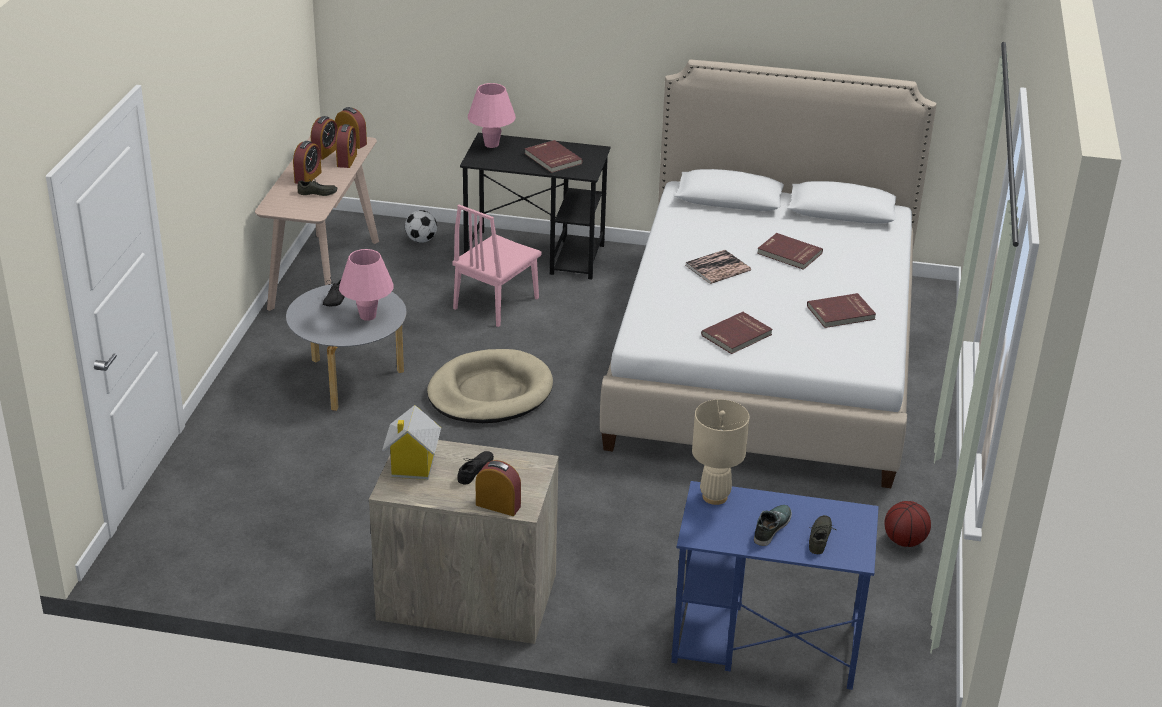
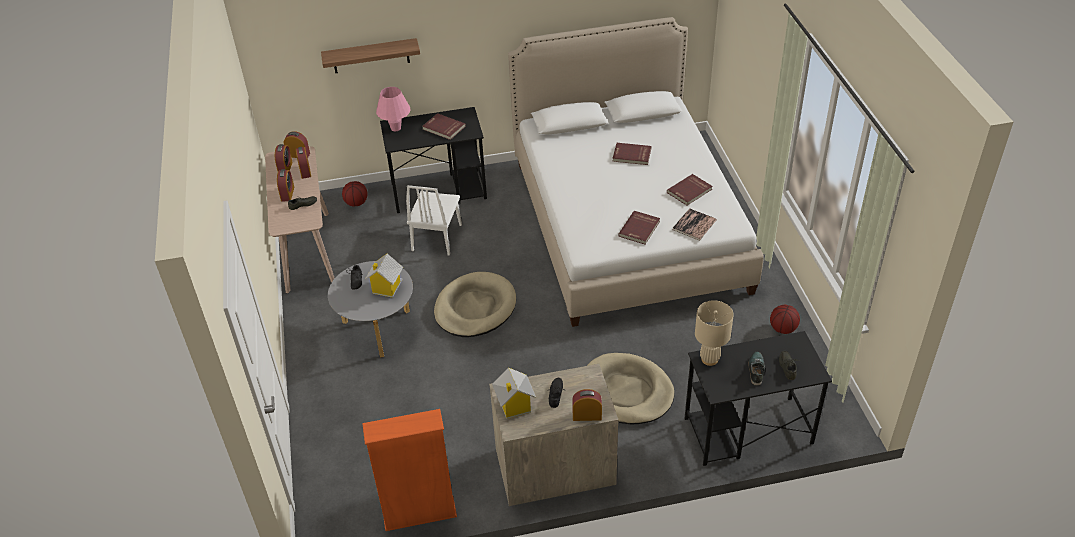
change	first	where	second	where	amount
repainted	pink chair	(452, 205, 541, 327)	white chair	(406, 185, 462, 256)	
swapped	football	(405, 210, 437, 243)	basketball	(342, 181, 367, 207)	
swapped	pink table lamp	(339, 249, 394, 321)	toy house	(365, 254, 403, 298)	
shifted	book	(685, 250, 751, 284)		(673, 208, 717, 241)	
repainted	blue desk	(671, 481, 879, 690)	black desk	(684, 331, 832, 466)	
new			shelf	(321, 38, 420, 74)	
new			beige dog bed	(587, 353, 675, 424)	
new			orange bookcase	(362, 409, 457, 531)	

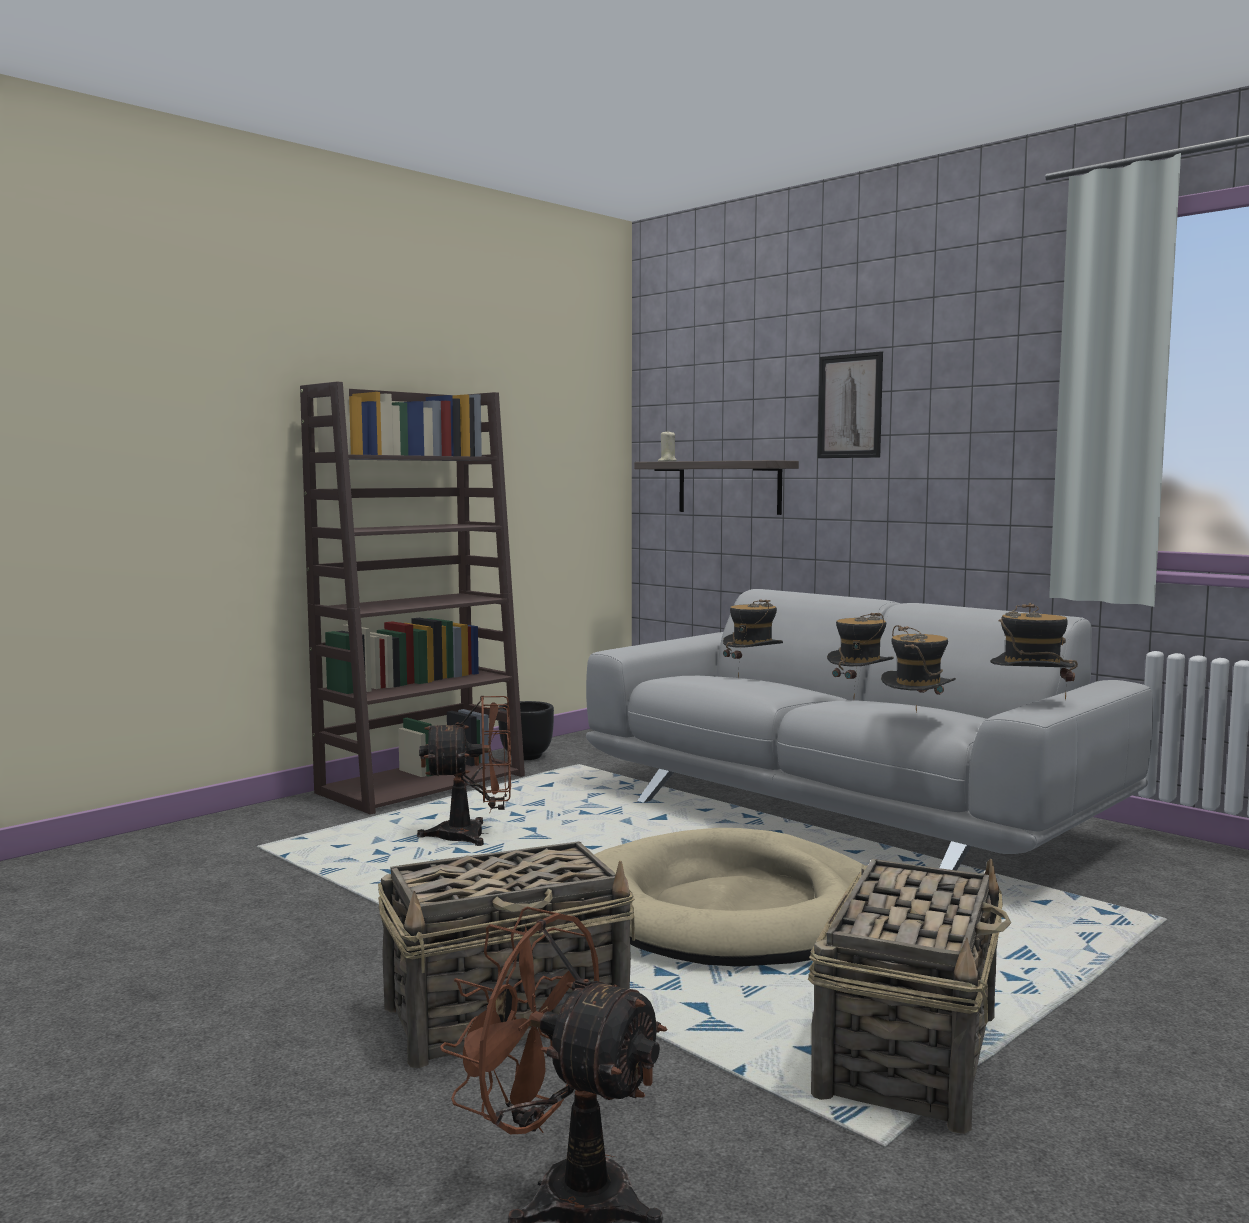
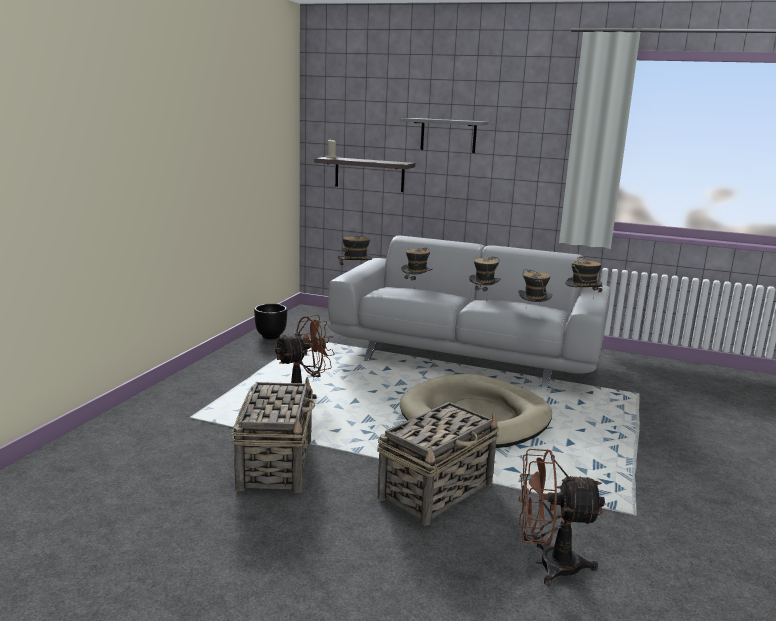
change	first	where	second	where	amount
swapped	picture	(818, 351, 883, 458)	grey shelf	(401, 118, 489, 153)	
gone	brown bookcase	(300, 382, 525, 815)			
shifted	basket	(808, 859, 1011, 1134)		(231, 377, 316, 493)	
new			hat	(338, 235, 373, 276)	

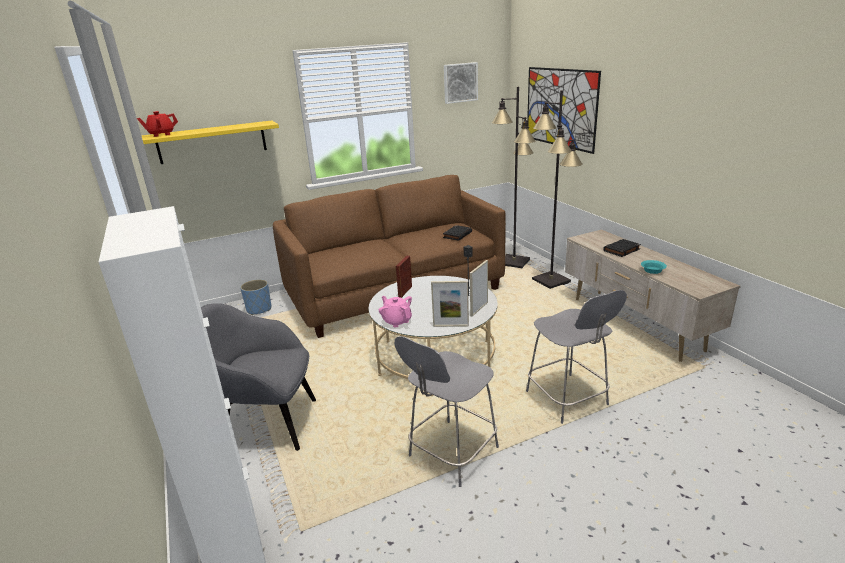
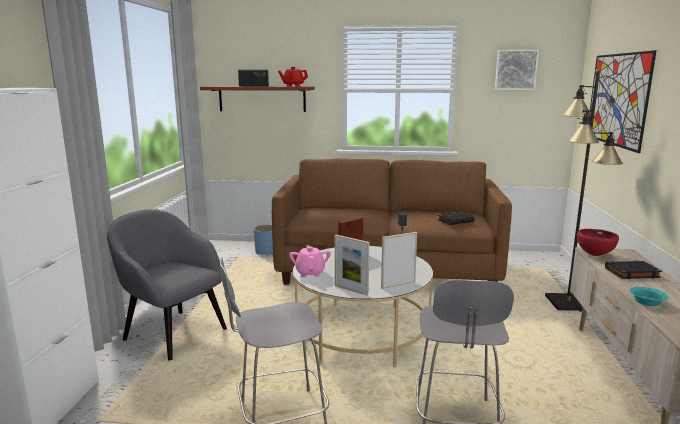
change	first	where	second	where	amount
gone	black floor lamp	(491, 87, 535, 268)			
shifted	red teapot	(137, 111, 178, 137)		(278, 67, 308, 87)	
repainted	yellow shelf	(141, 120, 279, 164)	brown shelf	(200, 86, 315, 112)	
new			radio	(238, 70, 269, 86)	
new			red bowl	(577, 229, 619, 256)	

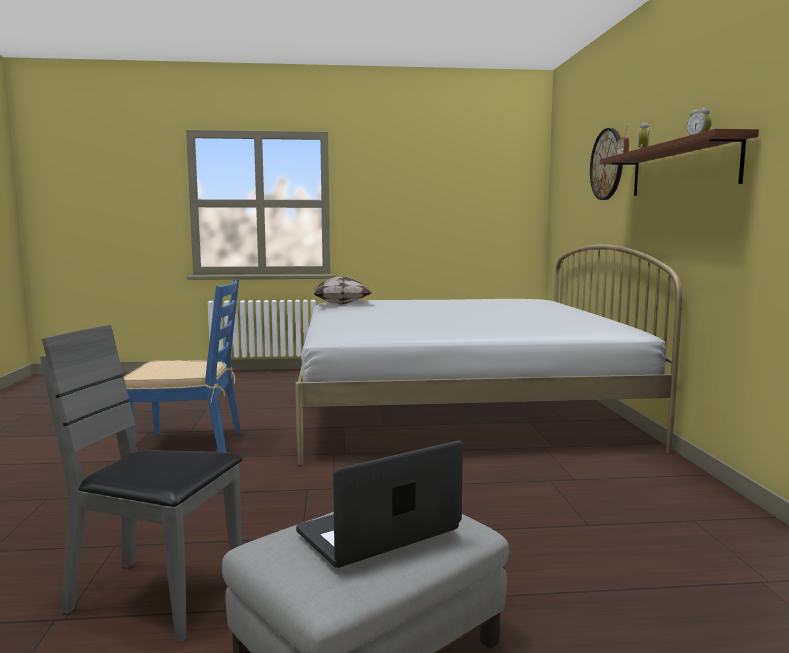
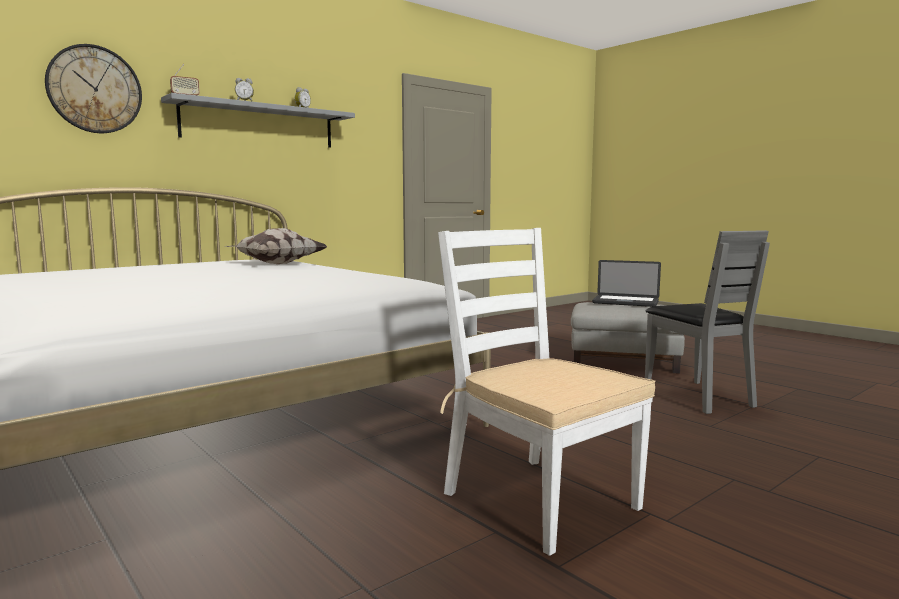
change	first	where	second	where	amount
repainted	brown shelf	(600, 129, 759, 196)	grey shelf	(161, 93, 355, 148)	
shifted	pillow	(313, 276, 372, 305)		(224, 228, 328, 264)	
repainted	blue chair	(124, 279, 241, 452)	white chair	(438, 228, 655, 556)	

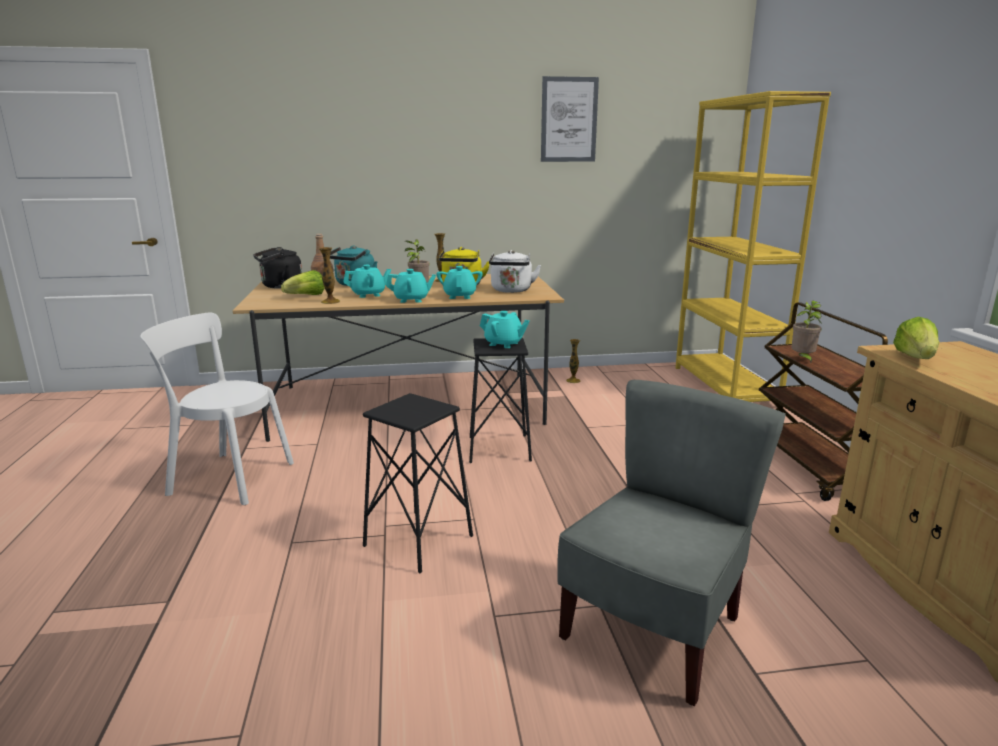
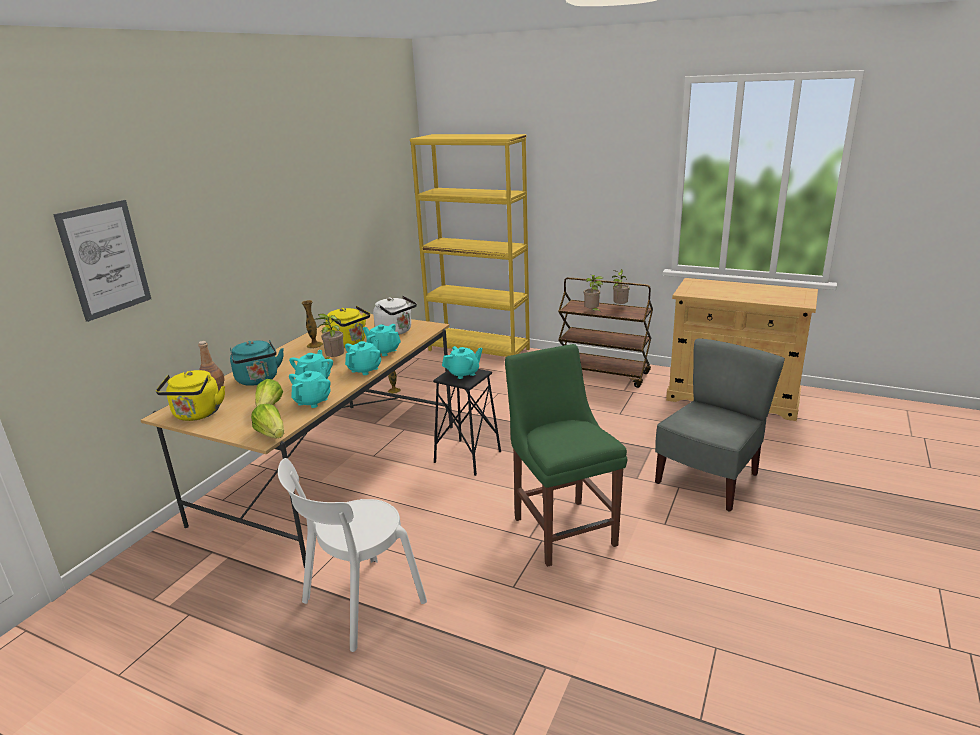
change	first	where	second	where	amount
shifted	picture	(541, 76, 599, 162)		(53, 200, 151, 322)	
repainted	black kettle	(253, 247, 302, 289)	yellow kettle	(156, 370, 225, 421)	
swapped	vase	(319, 247, 340, 304)	turquoise teapot	(289, 367, 331, 408)	
shifted	lettuce	(893, 317, 940, 359)		(251, 404, 284, 439)	
rotated	grey chair	(557, 380, 786, 706)		(655, 338, 785, 512)	60 degrees clockwise
swapped	black stool	(363, 393, 473, 573)	green chair	(505, 344, 627, 567)	
new			potted plant	(612, 269, 630, 305)	

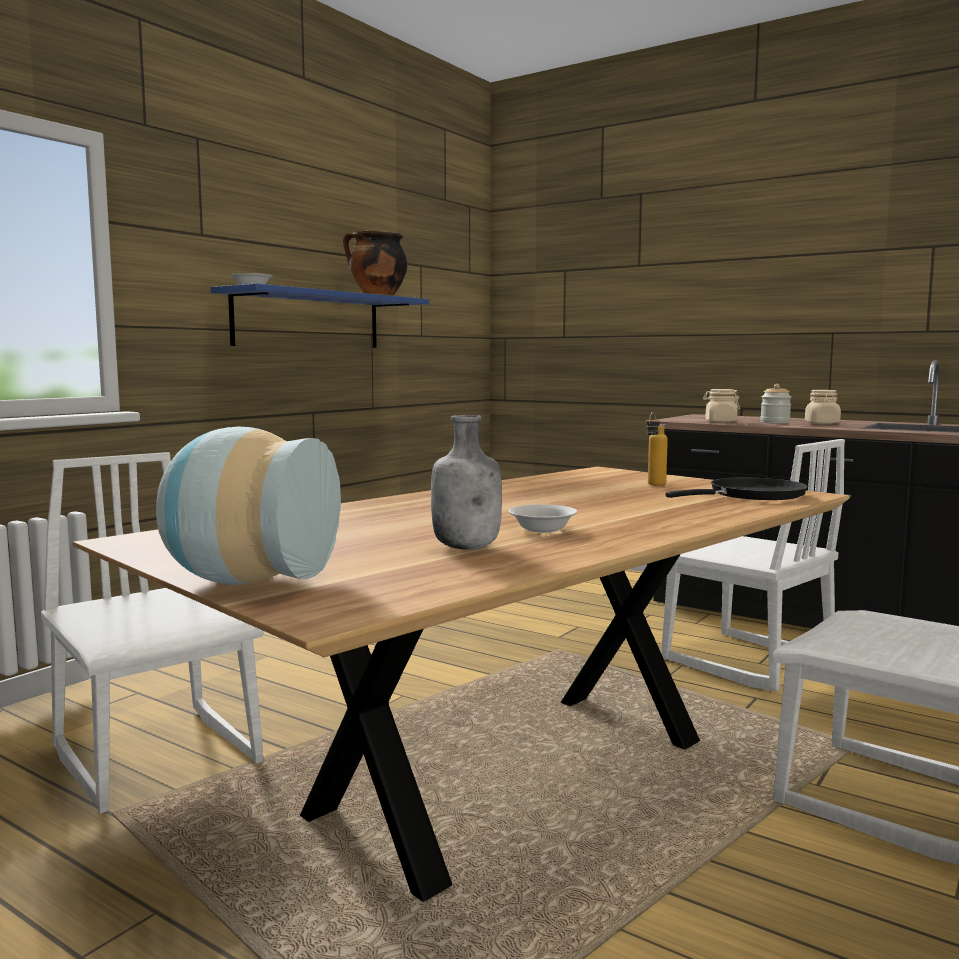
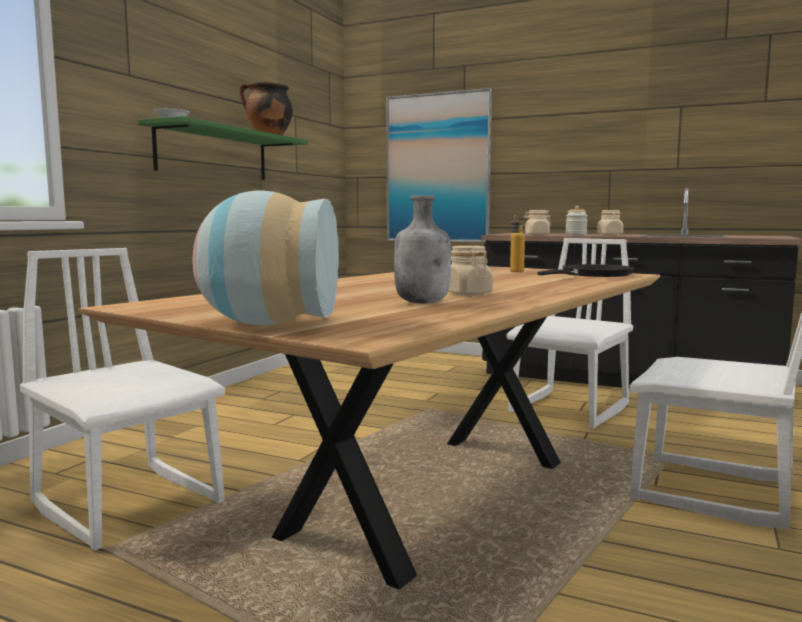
change	first	where	second	where	amount
repainted	blue shelf	(211, 283, 429, 348)	green shelf	(138, 116, 308, 180)	
rotated	white chair	(661, 439, 845, 691)		(507, 238, 633, 429)	90 degrees counterclockwise
swapped	white bowl	(509, 504, 578, 533)	beige jar	(448, 246, 493, 295)	
new			picture	(386, 88, 492, 243)	

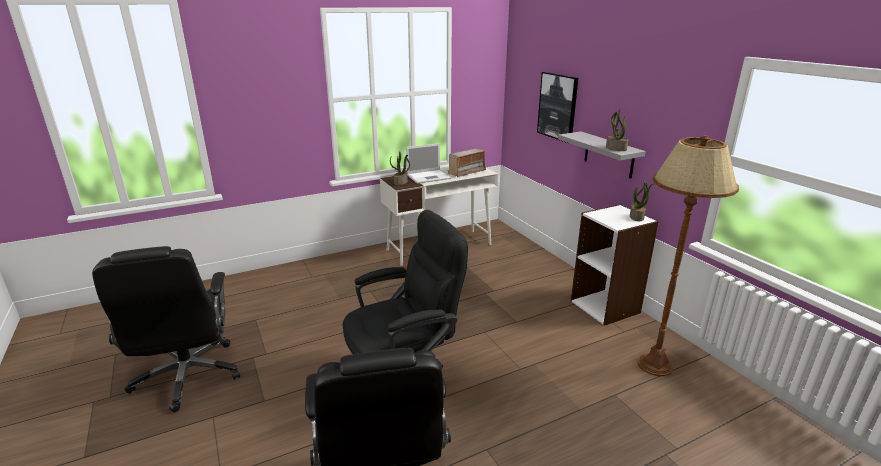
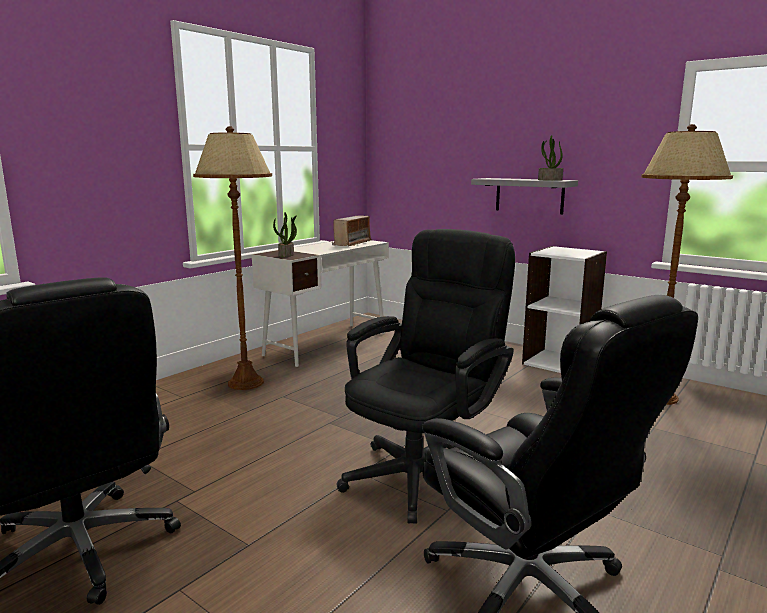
change	first	where	second	where	amount
gone	picture	(537, 72, 578, 143)			
gone	laptop	(406, 143, 451, 184)			
gone	potted plant	(630, 180, 654, 221)			
new			brown floor lamp	(193, 126, 272, 390)	

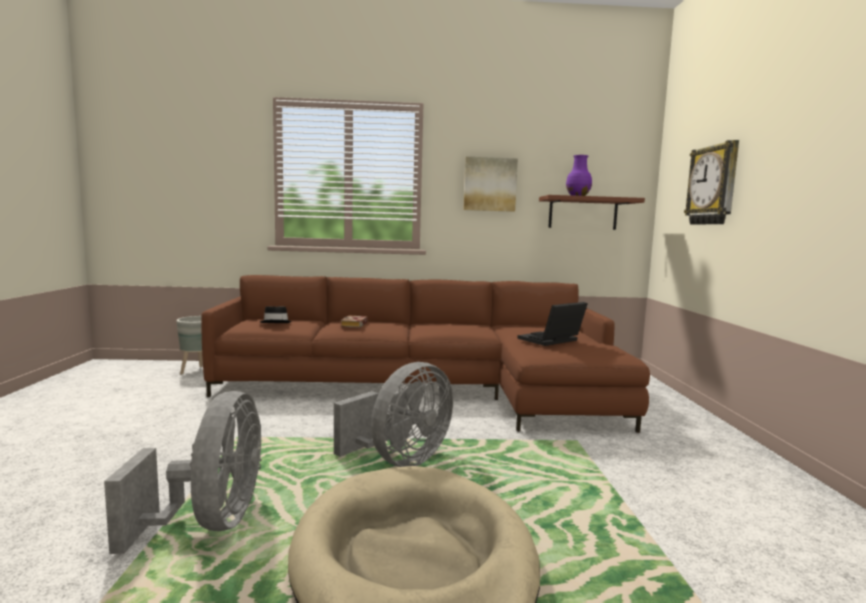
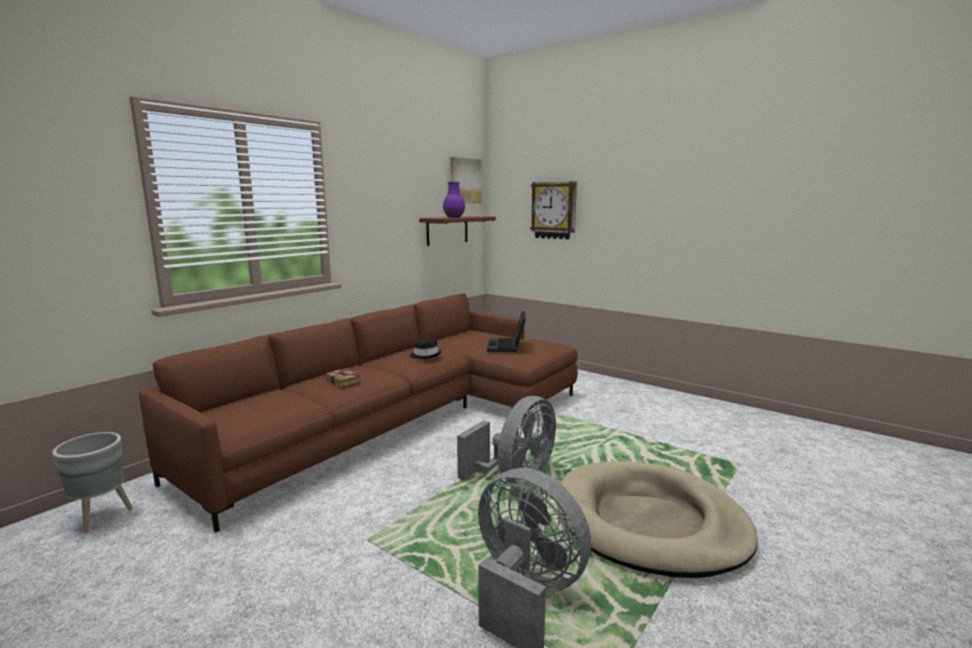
change	first	where	second	where	amount
shifted	picture	(463, 157, 518, 212)		(450, 157, 482, 204)	
shifted	black hat	(260, 306, 292, 323)		(410, 339, 442, 359)	
rotated	grey fan	(334, 362, 453, 467)		(457, 396, 556, 486)	45 degrees clockwise

